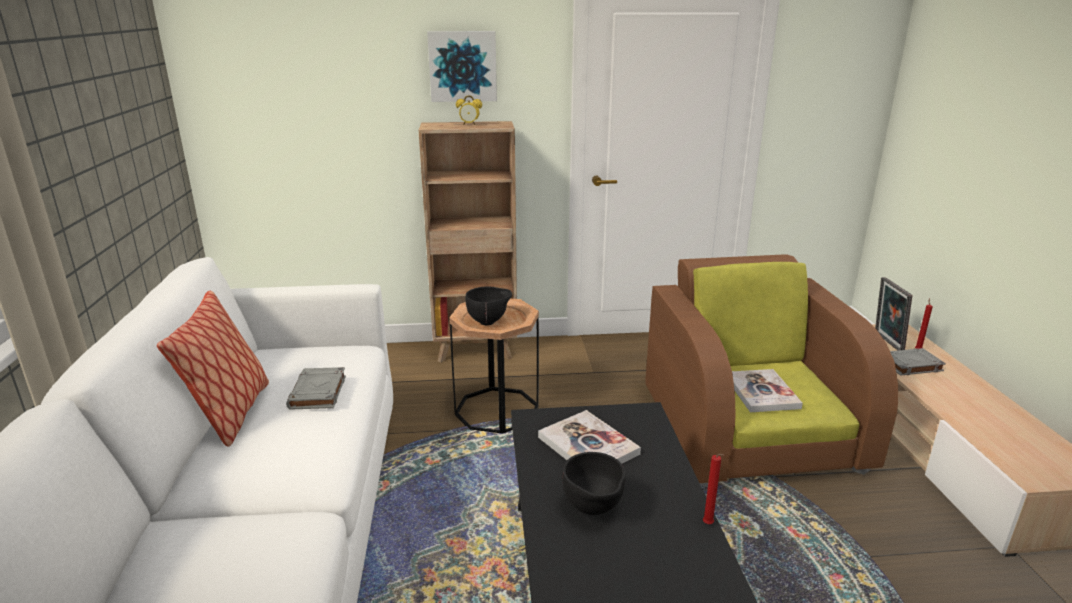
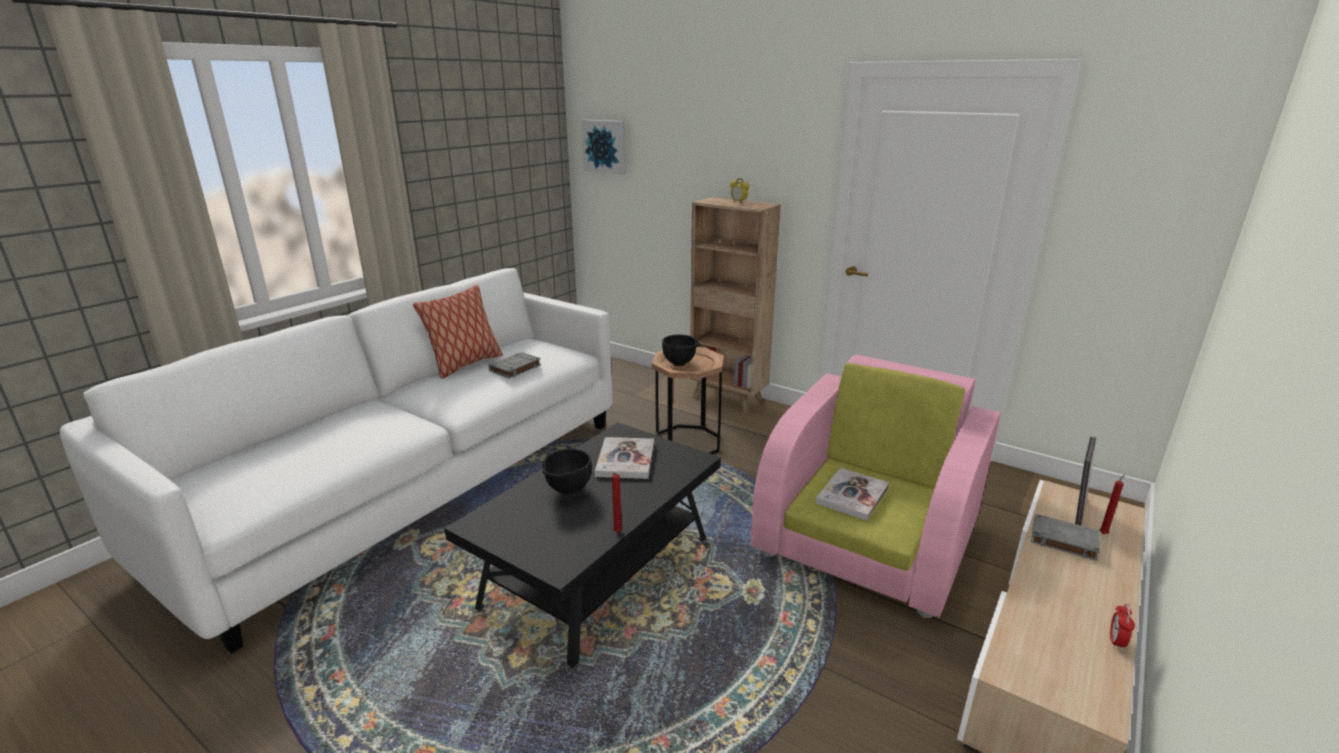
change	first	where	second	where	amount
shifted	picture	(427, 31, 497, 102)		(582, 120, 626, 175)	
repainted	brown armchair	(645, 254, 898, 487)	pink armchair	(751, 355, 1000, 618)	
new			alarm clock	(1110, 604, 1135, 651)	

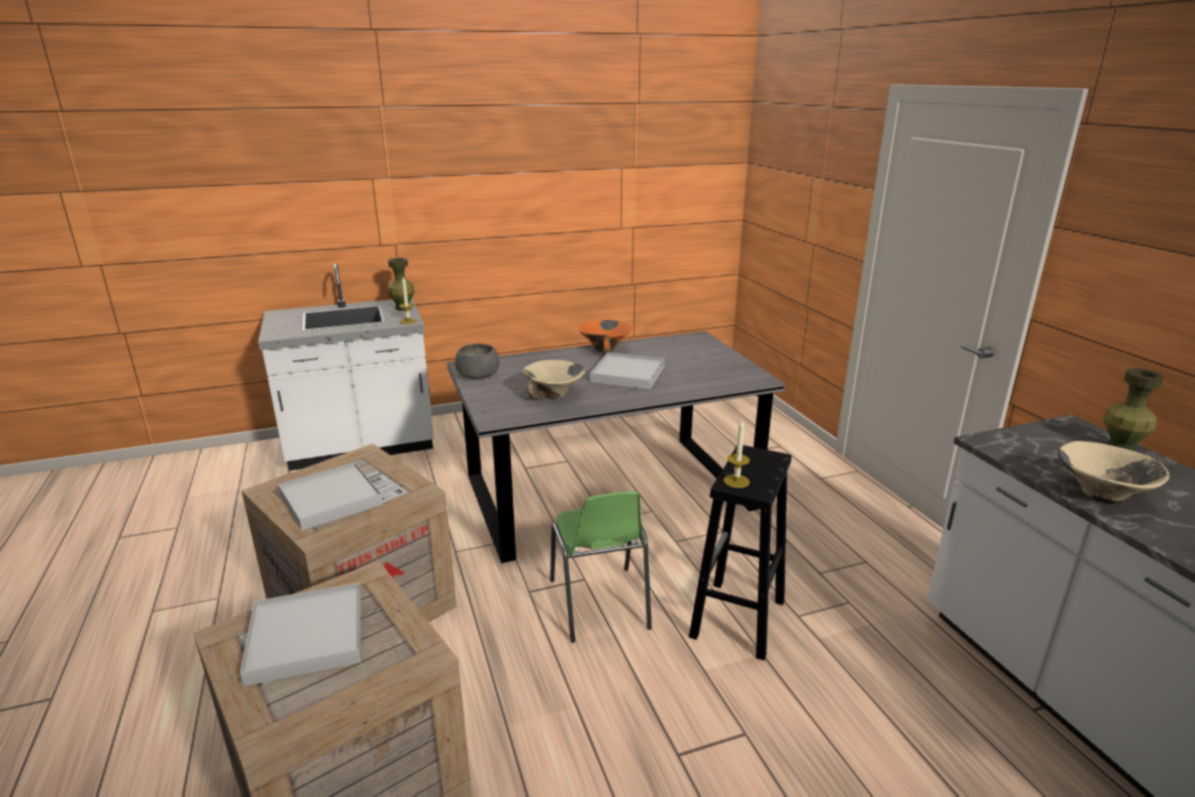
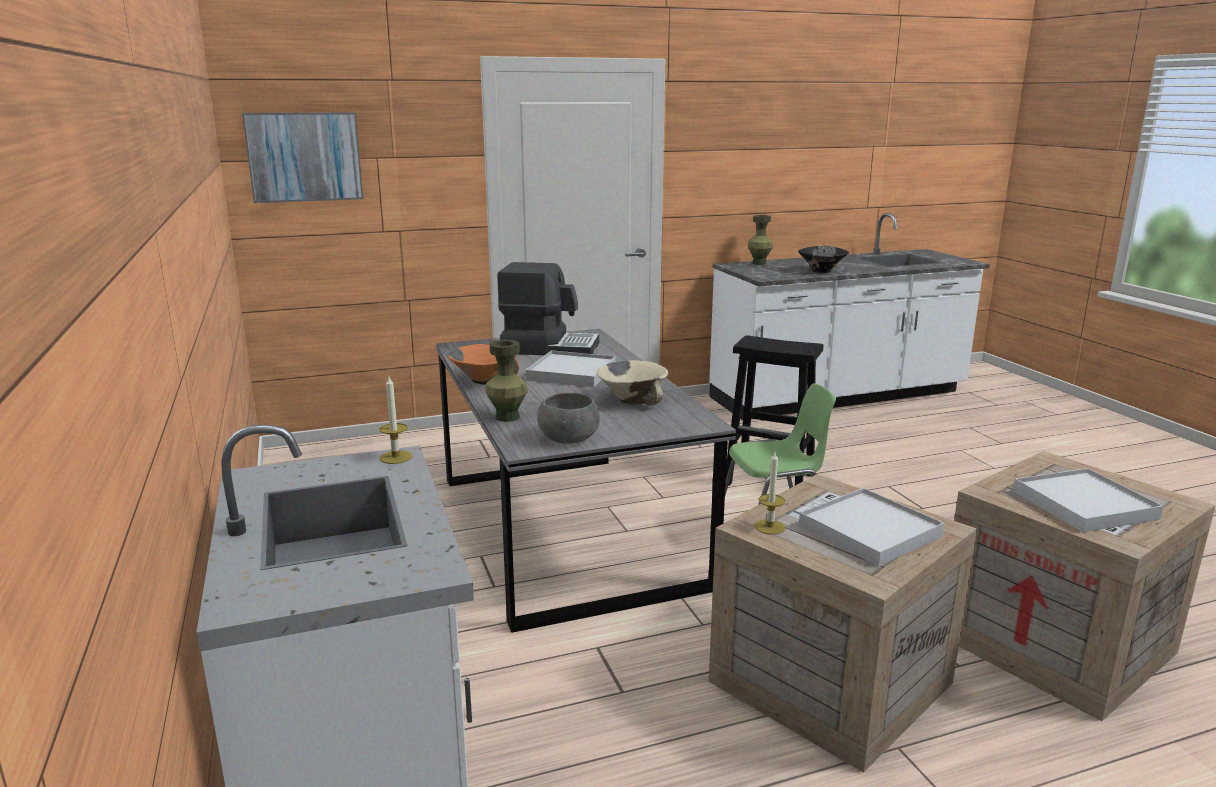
change	first	where	second	where	amount
shifted	green vase	(388, 258, 415, 311)		(485, 340, 528, 422)	
shifted	candle	(724, 420, 750, 488)		(755, 452, 786, 535)	
repainted	beige bowl	(1058, 441, 1169, 504)	black bowl	(798, 246, 849, 273)	
new			picture	(242, 112, 363, 203)	
new			coffee machine	(497, 262, 599, 355)	

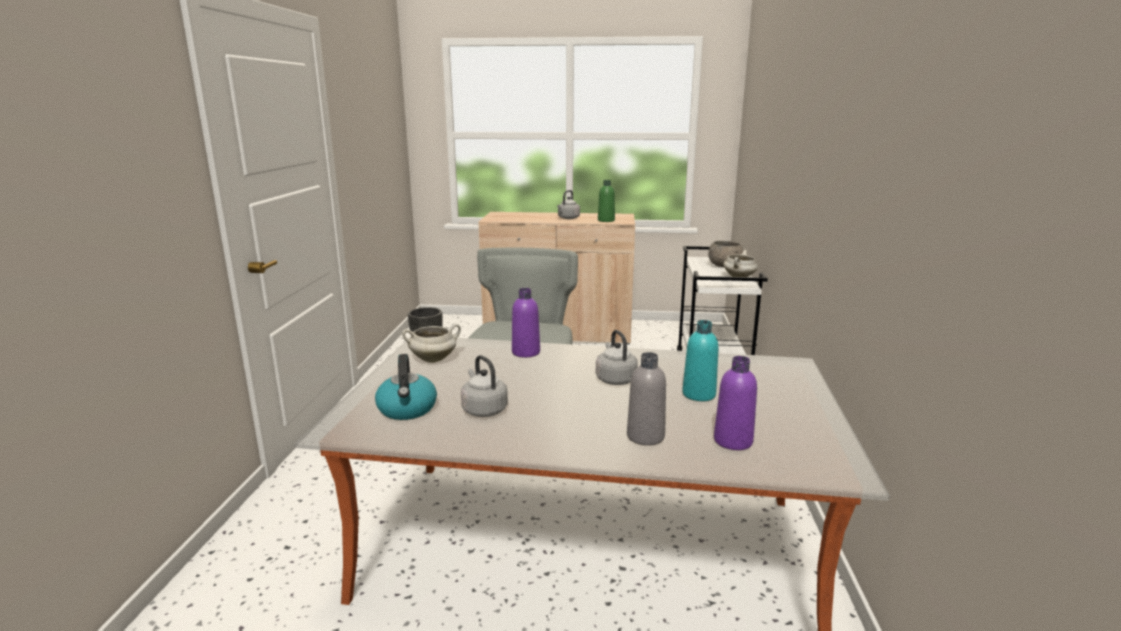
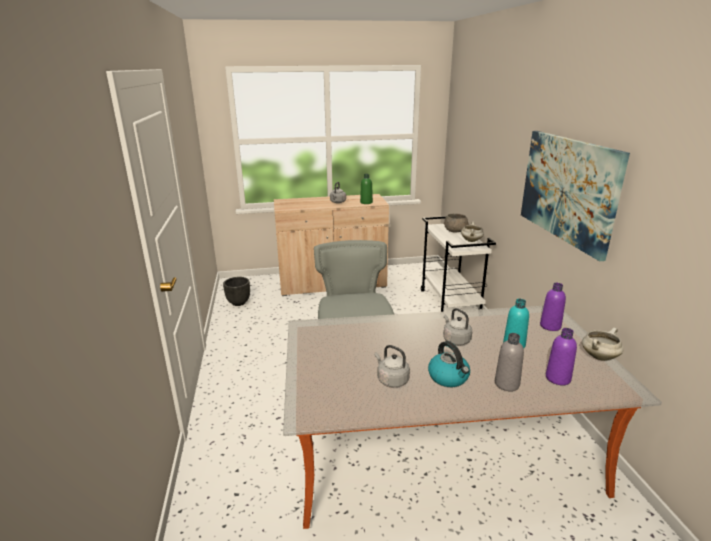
change	first	where	second	where	amount
shifted	purple bottle	(512, 288, 540, 357)		(540, 283, 566, 331)	
shifted	white cooking pot	(402, 324, 461, 363)		(582, 328, 624, 361)	
shifted	kettle	(375, 354, 437, 420)		(428, 341, 470, 387)	
new			picture	(521, 131, 630, 261)	

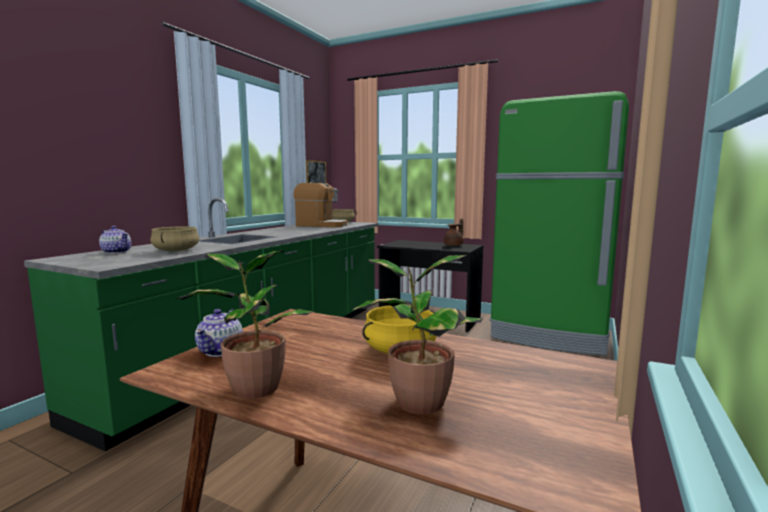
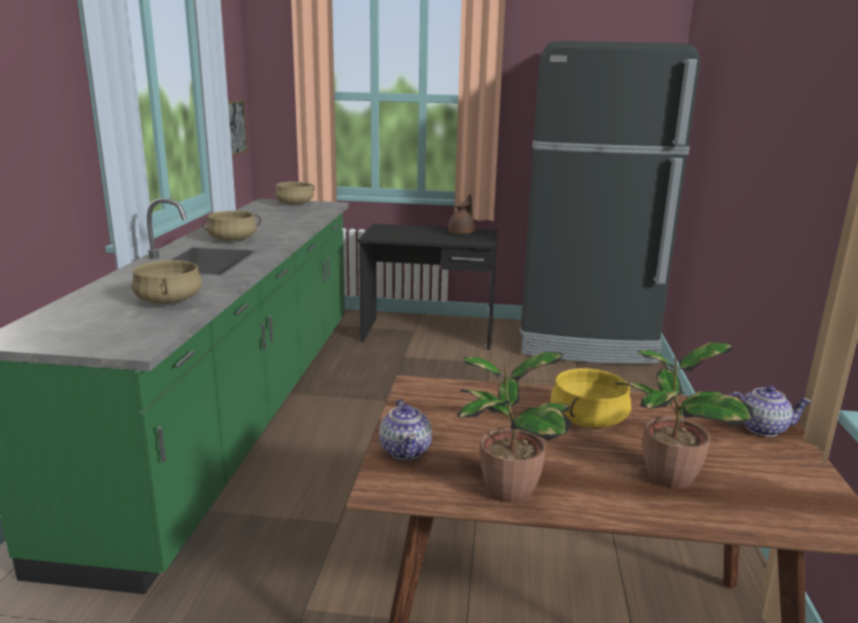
change	first	where	second	where	amount
repainted	green fridge	(490, 91, 629, 355)	black fridge	(520, 41, 700, 364)	
gone	coffee machine	(293, 182, 347, 227)			
shifted	teapot	(99, 226, 131, 254)		(730, 385, 812, 437)	
new			beige cooking pot	(202, 211, 261, 241)	

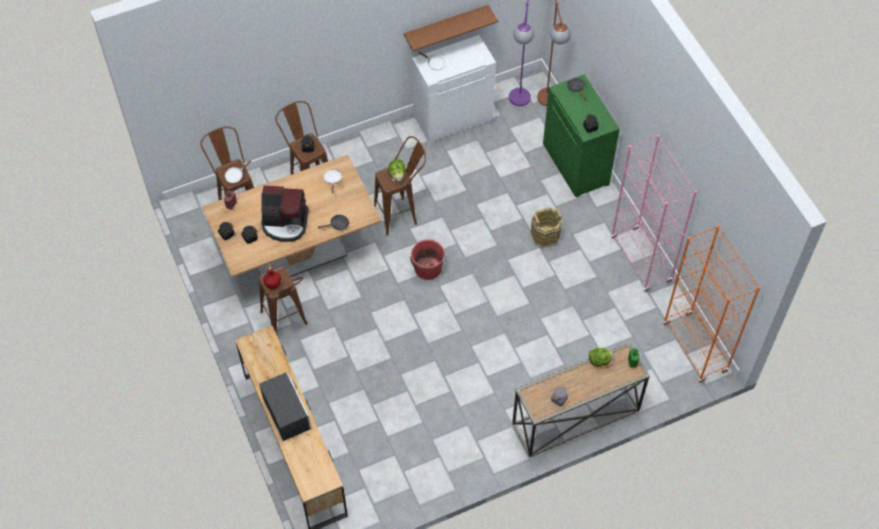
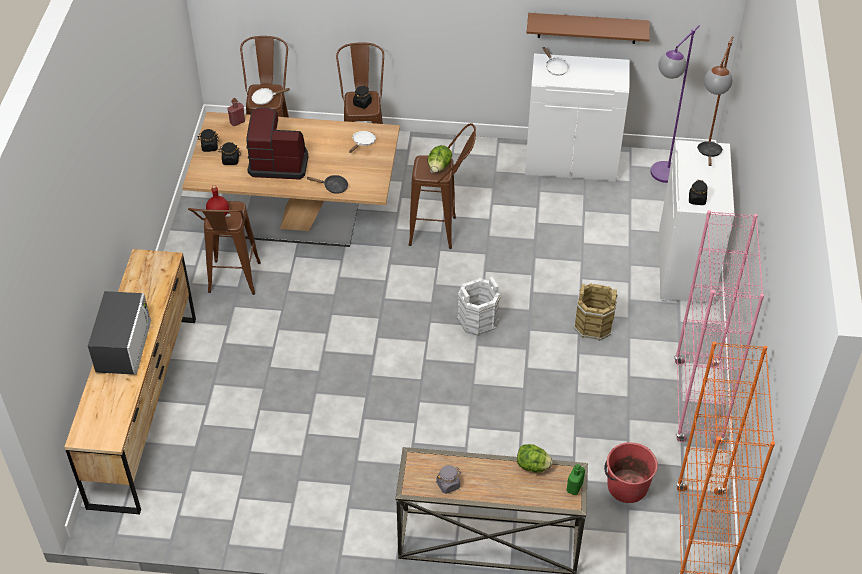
change	first	where	second	where	amount
repainted	green cabinet	(543, 74, 620, 198)	white cabinet	(659, 140, 735, 305)	
rotated	coffee machine	(261, 186, 309, 242)		(246, 107, 308, 180)	150 degrees clockwise
shifted	red bucket	(411, 239, 445, 280)		(604, 442, 658, 503)	
new			white bucket	(457, 277, 501, 336)	

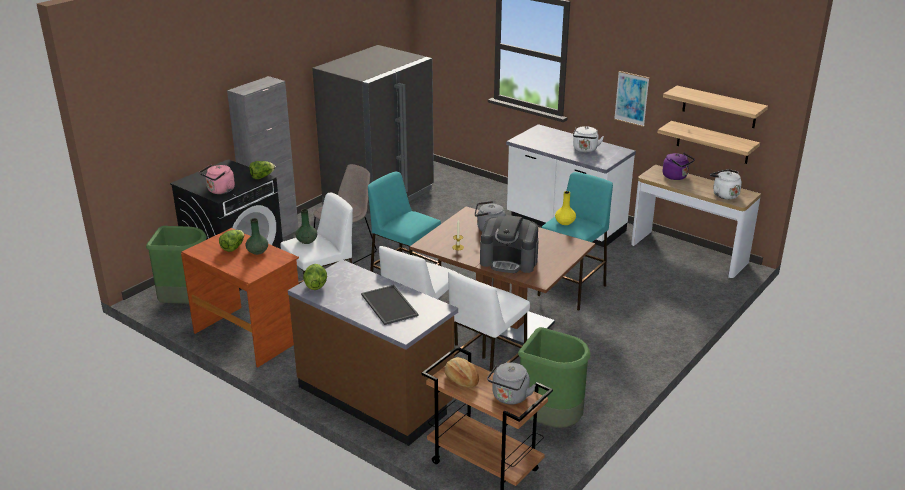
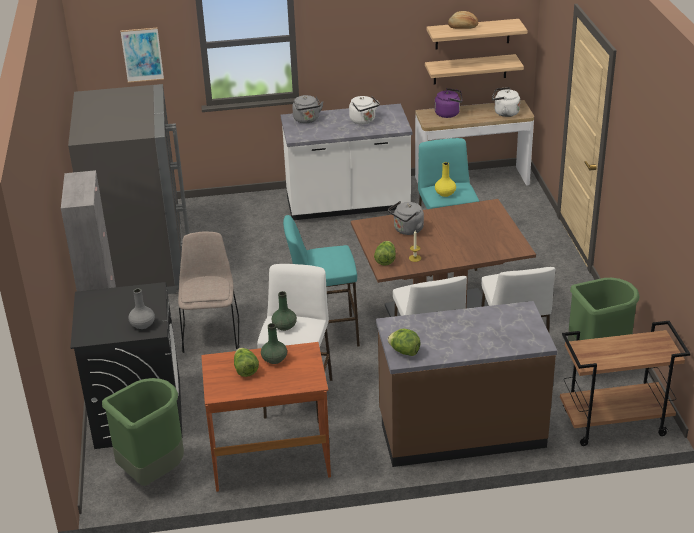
change	first	where	second	where	amount
shifted	picture	(614, 71, 649, 127)		(120, 28, 164, 83)	
shifted	lettuce	(249, 161, 275, 179)		(374, 241, 396, 266)	
swapped	pink kettle	(199, 164, 235, 194)	grey vase	(128, 288, 155, 329)	
gone	coffee machine	(480, 215, 539, 273)			
gone	tray	(361, 285, 419, 325)			
shifted	bread	(444, 357, 479, 387)		(448, 11, 478, 29)	
shifted	grey kettle	(487, 362, 536, 405)		(292, 95, 323, 123)	

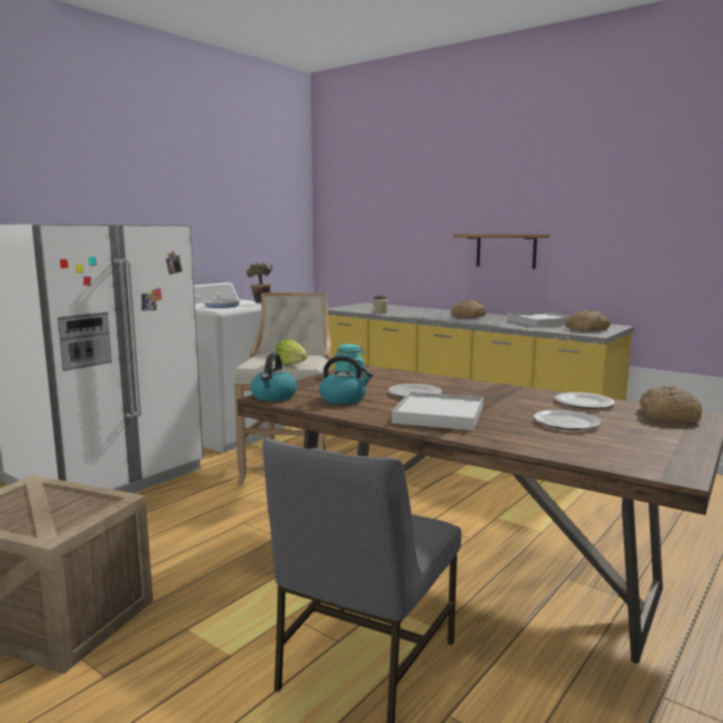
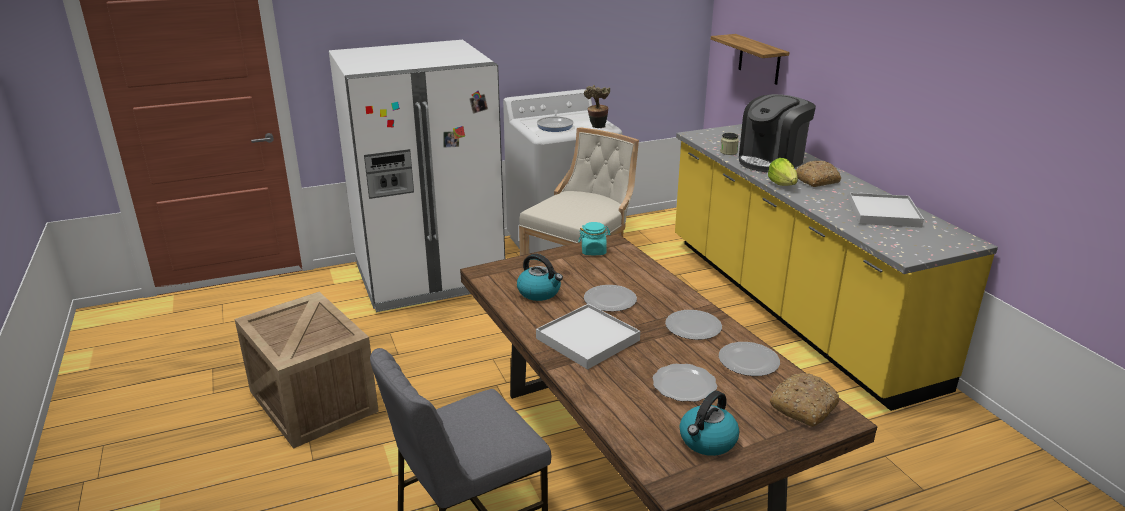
change	first	where	second	where	amount
shifted	shelf	(454, 234, 550, 269)		(711, 34, 790, 85)	
gone	bread	(565, 310, 611, 332)			
shifted	lettuce	(275, 339, 308, 365)		(768, 158, 798, 186)	
shifted	kettle	(250, 353, 297, 401)		(680, 391, 739, 456)	
new			coffee machine	(739, 94, 816, 172)	
new			plate	(665, 310, 722, 340)	

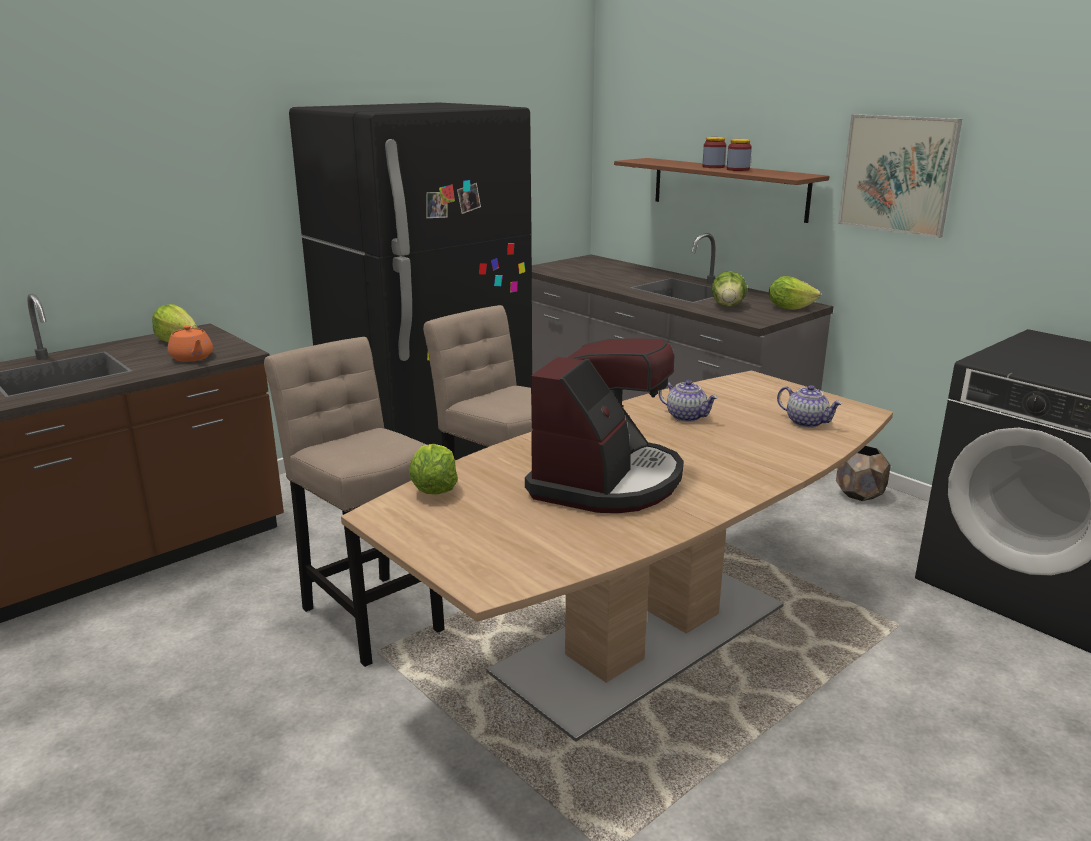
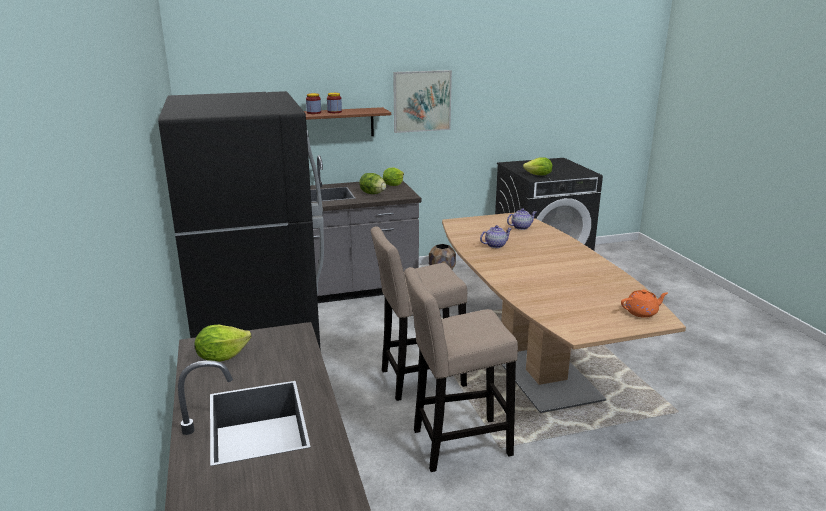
change	first	where	second	where	amount
shifted	orange teapot	(168, 325, 213, 362)		(621, 290, 668, 318)	
gone	coffee machine	(525, 338, 683, 513)			
shifted	lettuce	(409, 444, 458, 495)		(523, 157, 553, 175)	

